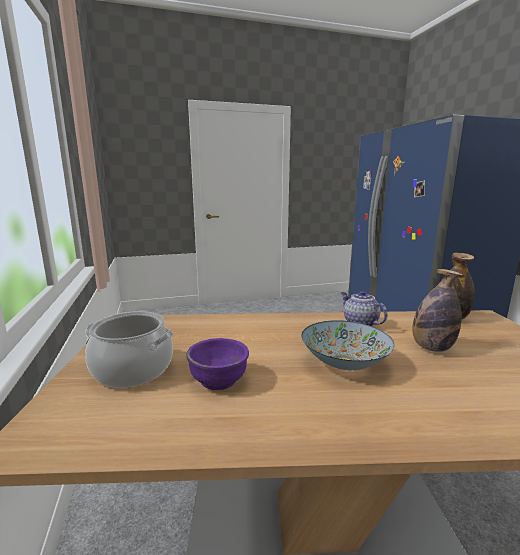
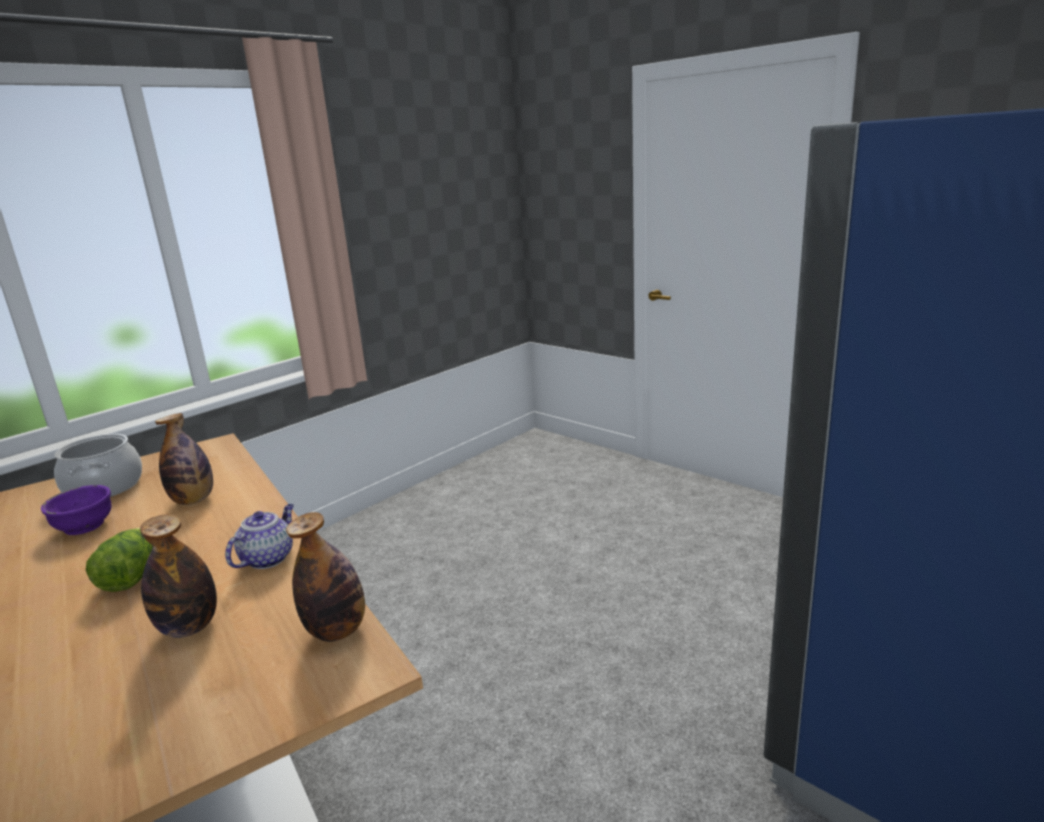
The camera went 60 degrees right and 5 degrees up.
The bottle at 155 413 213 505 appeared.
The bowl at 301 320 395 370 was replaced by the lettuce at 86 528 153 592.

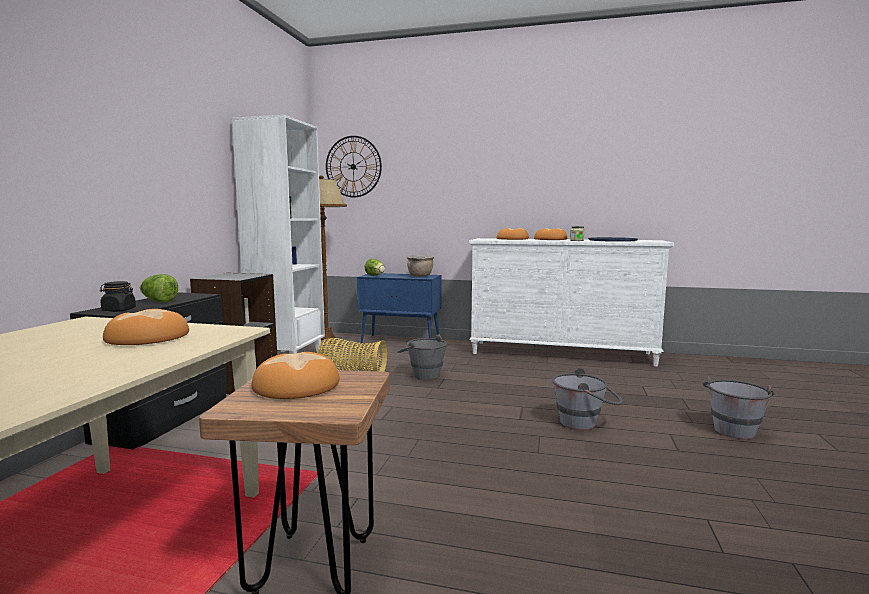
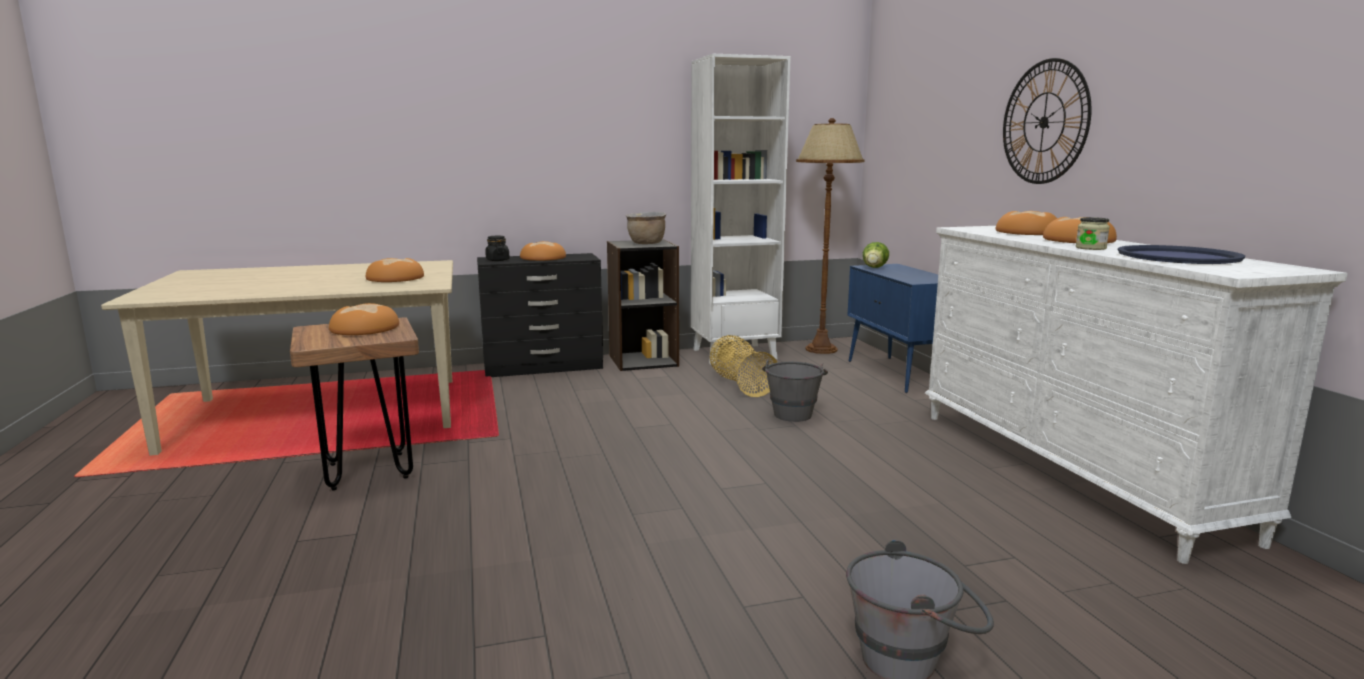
The camera went 60 degrees right and 5 degrees up.
The bucket in grey at 552 368 623 430 disappeared.
The wall clock moved from 326 136 382 197 to 1003 58 1092 184.
The cooking pot in brown moved from 407 255 434 277 to 626 212 666 244.
The lettuce at 140 274 178 302 was replaced by the bread at 520 241 566 261.

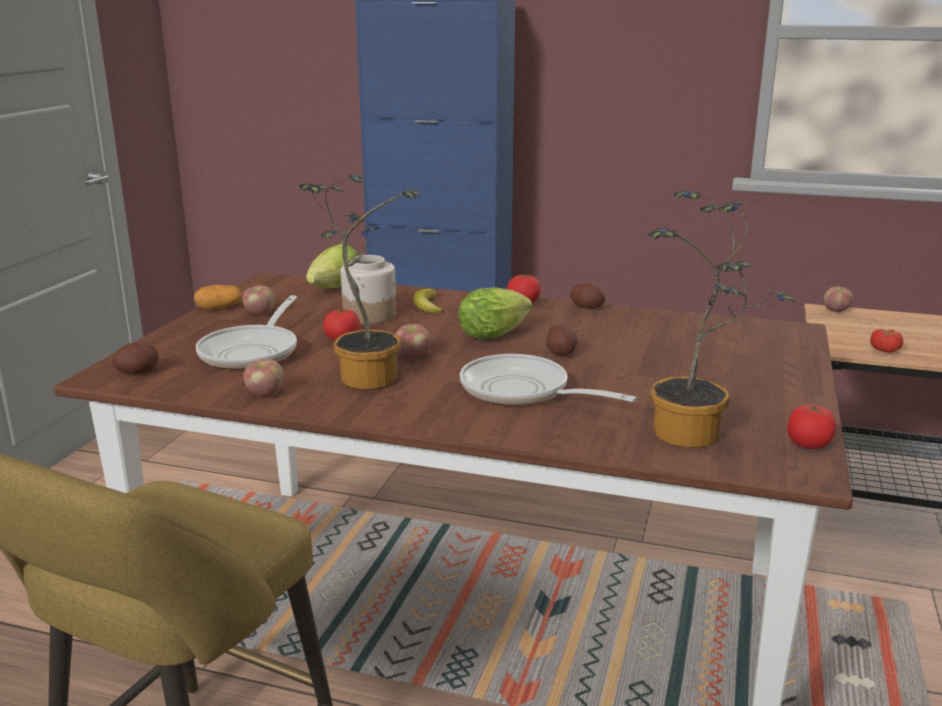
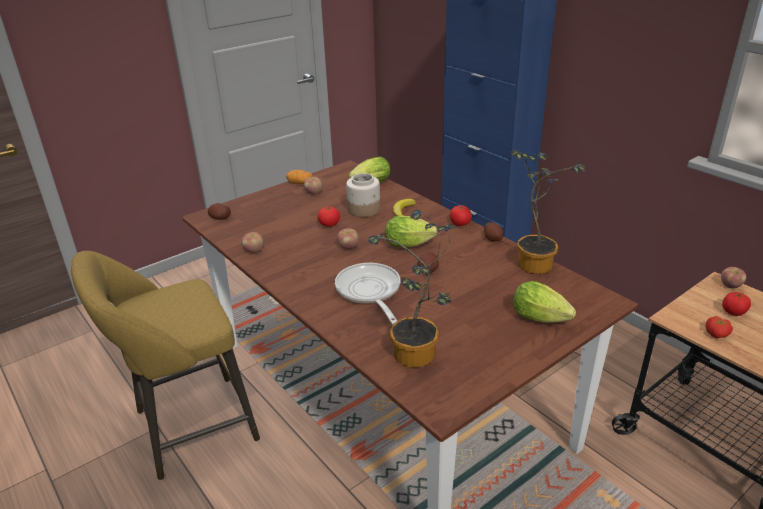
The camera went 35 degrees right and 10 degrees up.
The frying pan at 196 295 297 370 disappeared.
The lettuce at 513 281 576 323 appeared.
The potted plant moved from 299 174 422 390 to 511 150 586 274.
The tomato moved from 787 404 836 449 to 722 292 751 316.

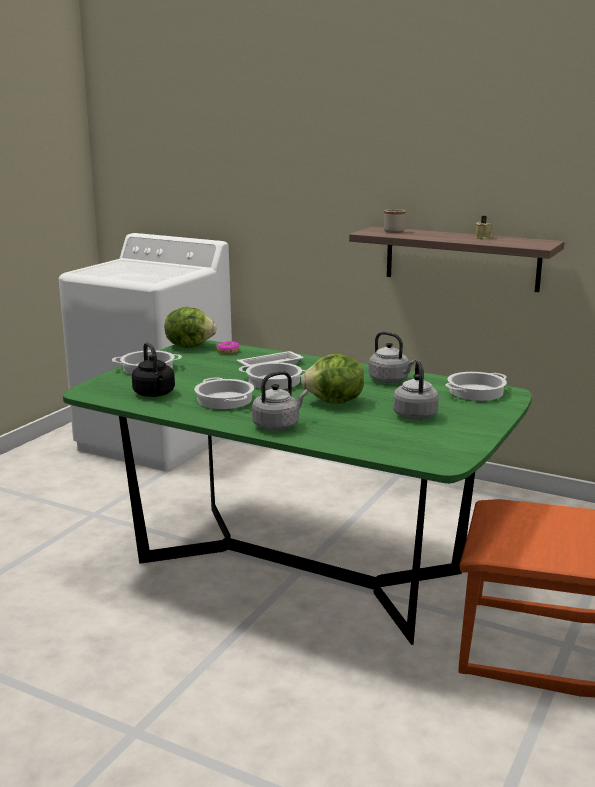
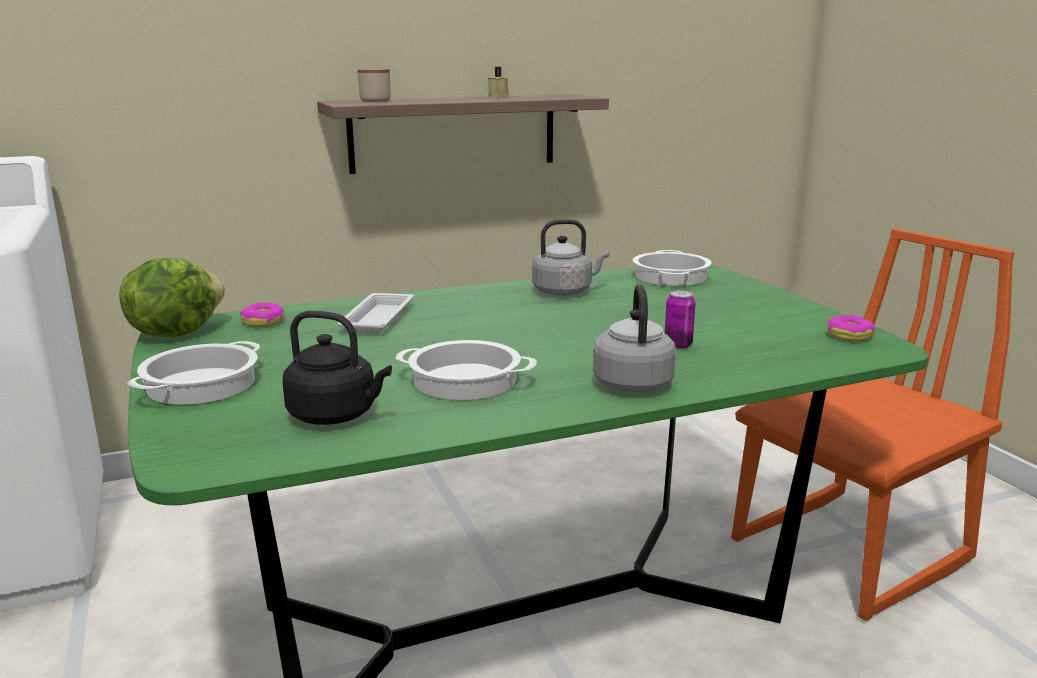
The camera went 50 degrees left and 0 degrees up.
The cooking pot at 239 362 306 390 disappeared.
The lettuce at 301 354 364 404 disappeared.
The kettle in grey at 393 361 439 420 disappeared.
The can at 665 290 696 349 appeared.
The donut at 827 315 875 341 appeared.

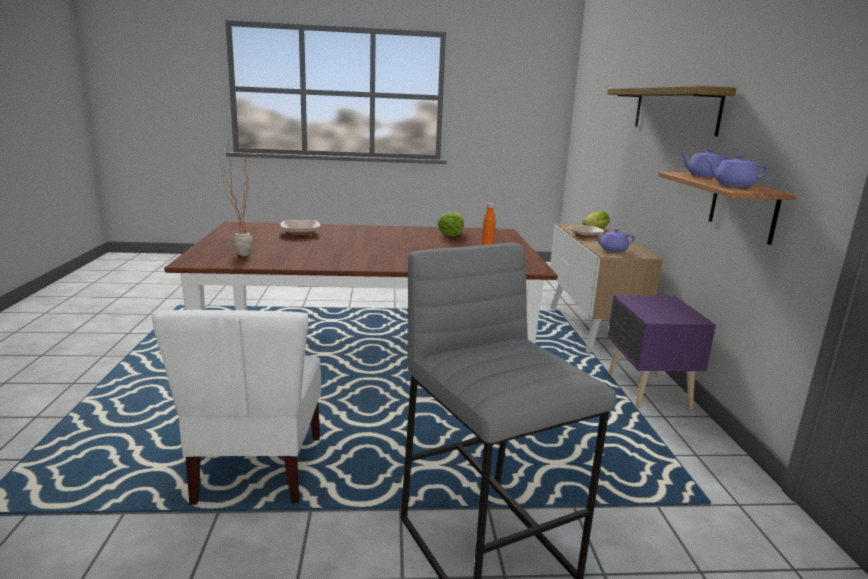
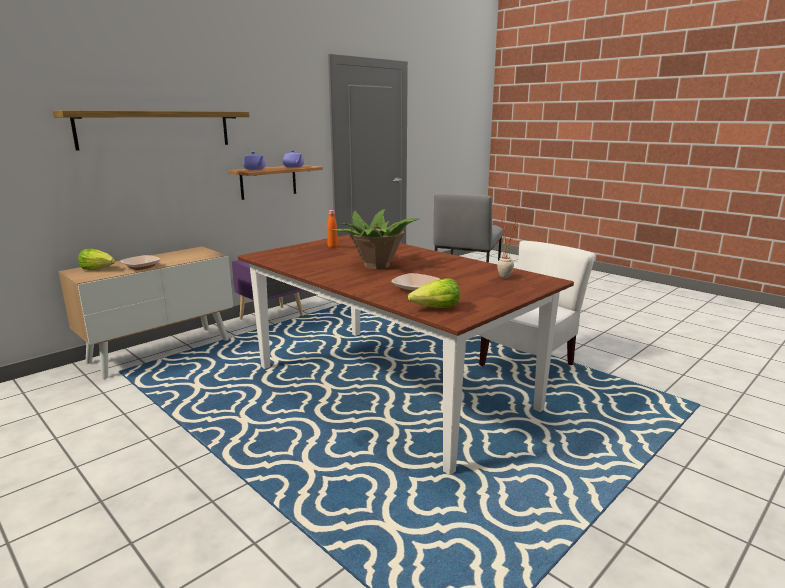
The camera went 130 degrees left and 0 degrees up.
The teapot in purple at 594 229 635 252 disappeared.
The potted plant at 329 209 419 269 appeared.
The lettuce moved from 437 212 464 237 to 408 278 460 308.

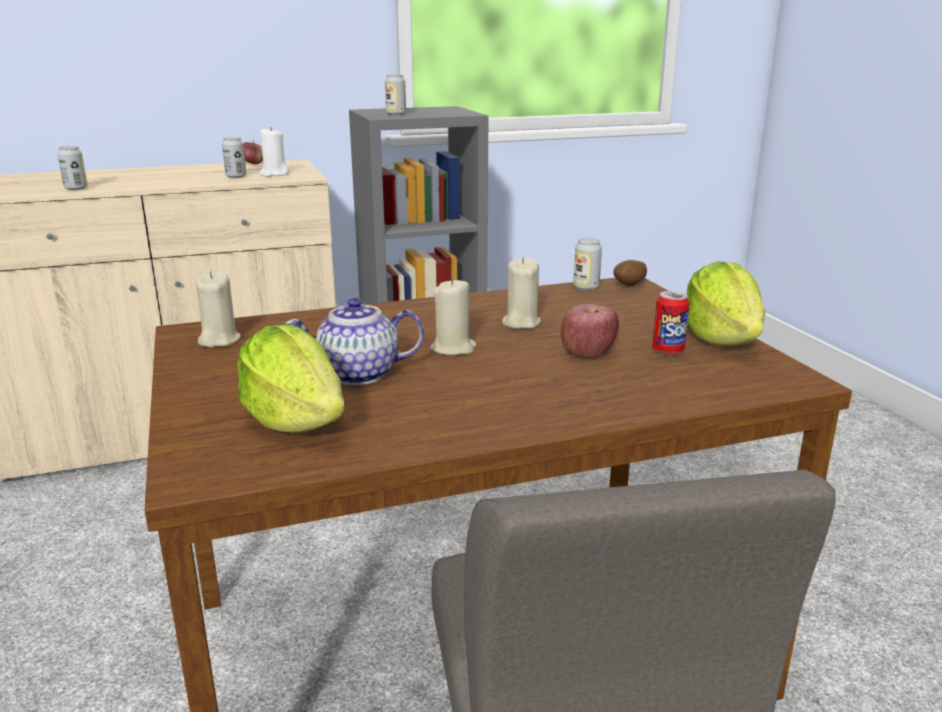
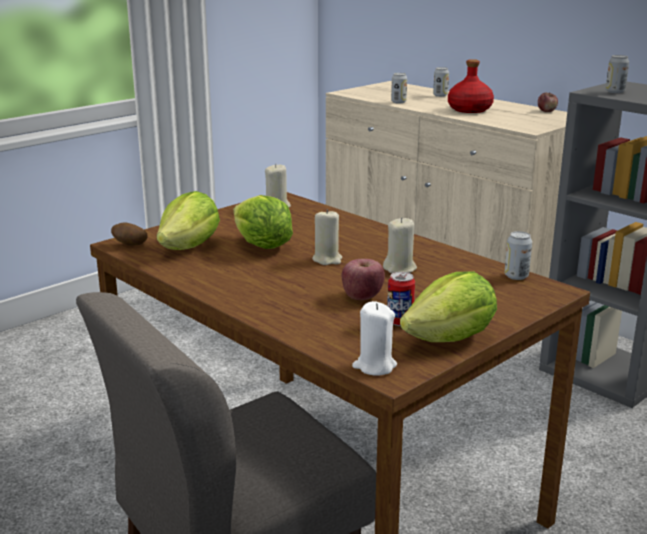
The camera went 65 degrees right and 0 degrees up.
The bottle in red at 448 59 494 113 appeared.
The can moved from 222 137 246 178 to 433 67 449 97.
The candle in white moved from 260 127 289 177 to 352 301 397 376.
The potato moved from 613 260 647 286 to 111 223 148 246.
The teapot at 284 298 424 385 was replaced by the lettuce at 234 195 293 249.

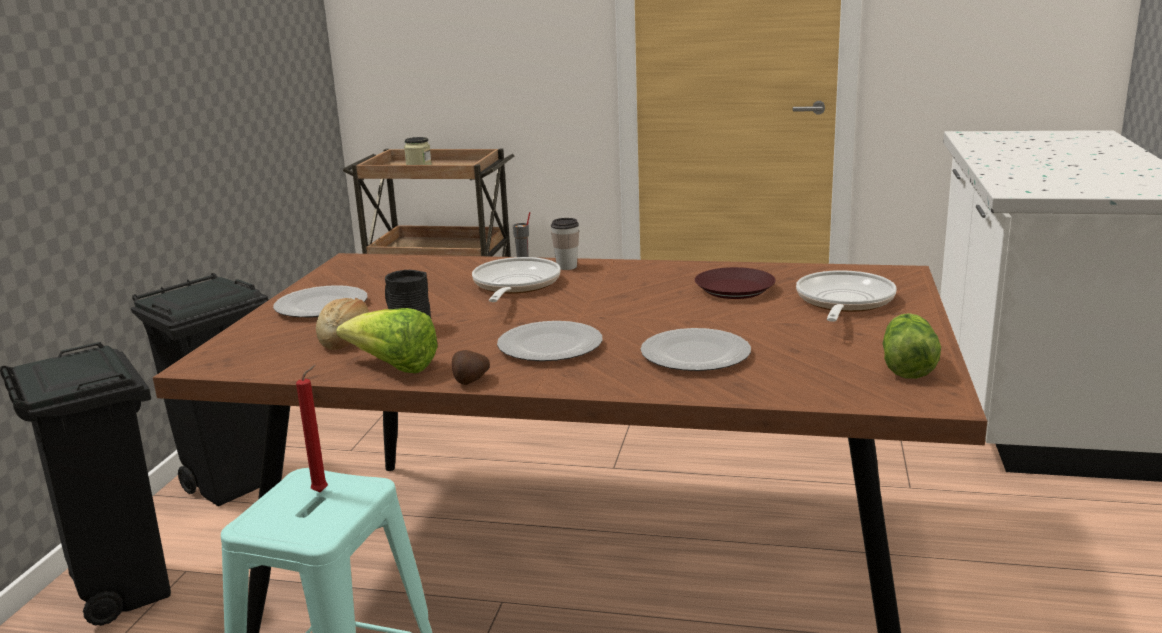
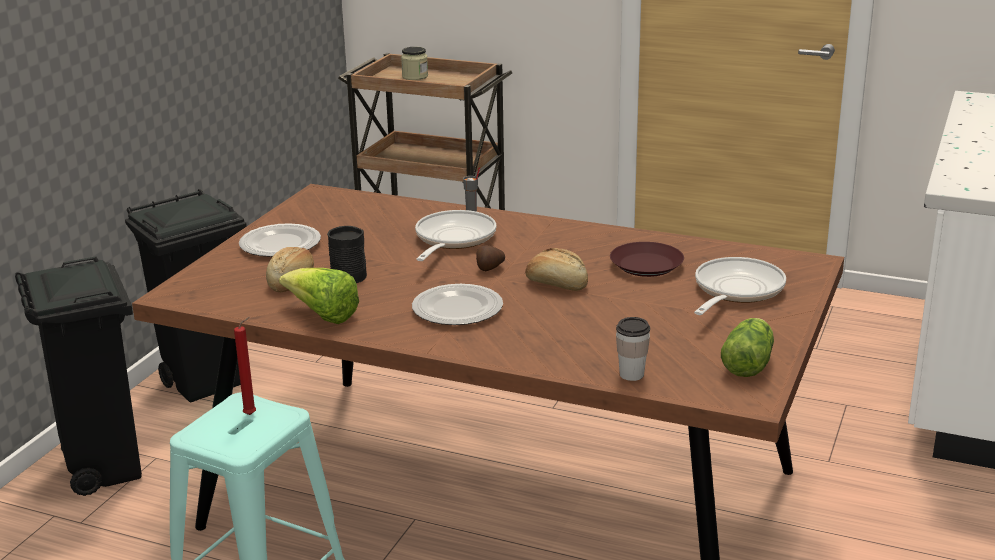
The camera went 10 degrees right and 5 degrees up.
The plate at 641 328 751 371 disappeared.
The bread at 525 248 588 291 appeared.
The potato moved from 452 350 490 385 to 476 245 505 271.
The cup moved from 551 218 579 270 to 616 317 650 381.

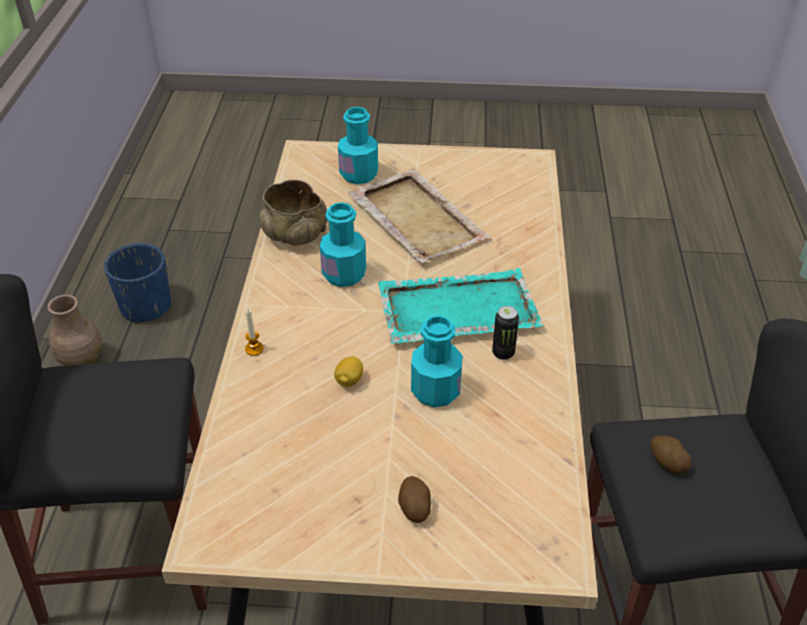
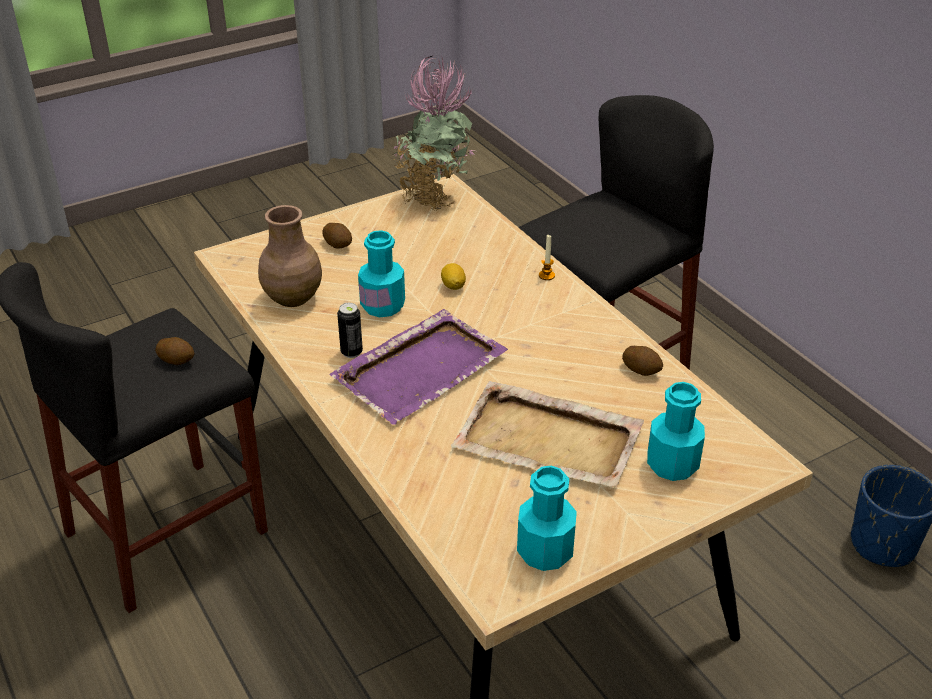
The camera went 145 degrees right and 5 degrees down.
The potted plant at 392 55 474 211 appeared.
The vase in brown moved from 48 295 102 366 to 258 205 322 307.
The bottle in turquoise moved from 320 202 366 287 to 517 466 577 571.
The bowl in beige at 259 180 327 246 was replaced by the potato at 622 346 663 376.
The tray in turquoise at 378 268 543 344 became the tray in purple at 330 309 508 425.

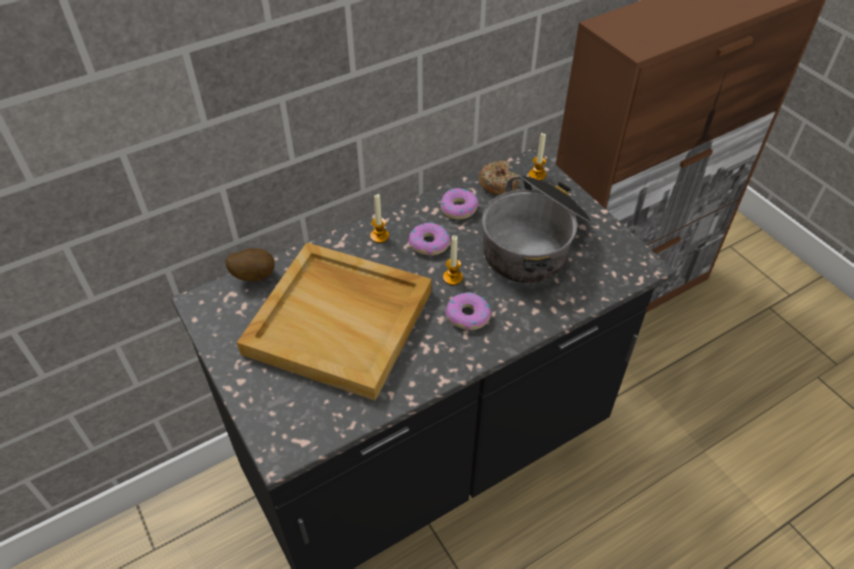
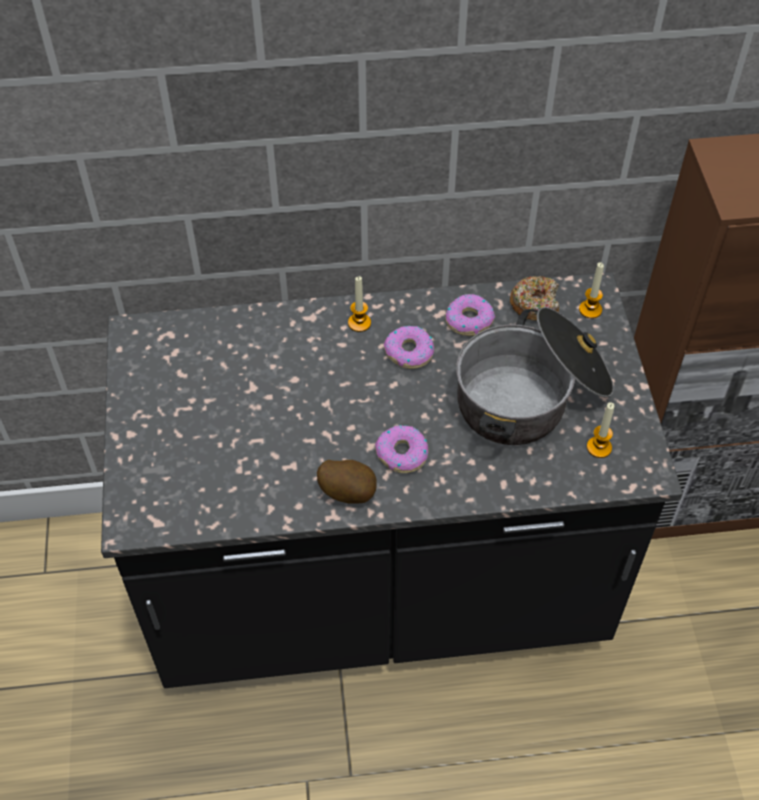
The camera went 25 degrees right and 5 degrees up.
The tray in beige at 237 242 431 401 disappeared.
The potato moved from 226 248 275 281 to 317 460 377 504.
The candle moved from 443 235 463 285 to 587 402 614 458.

